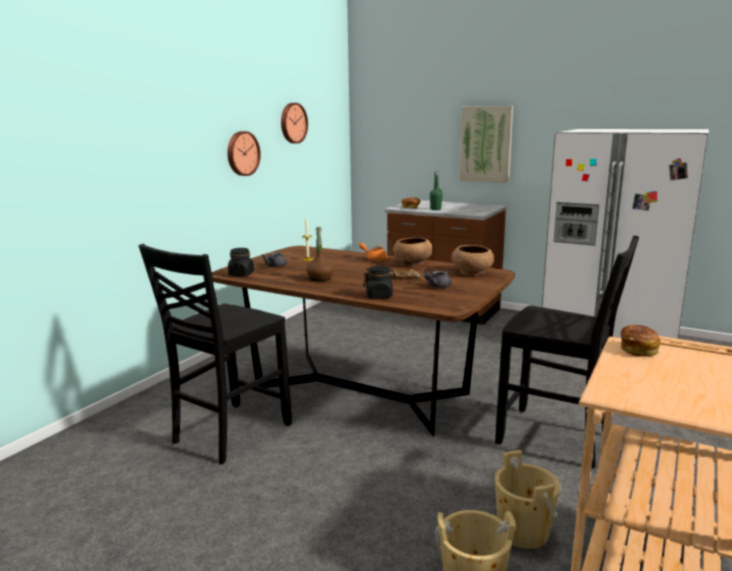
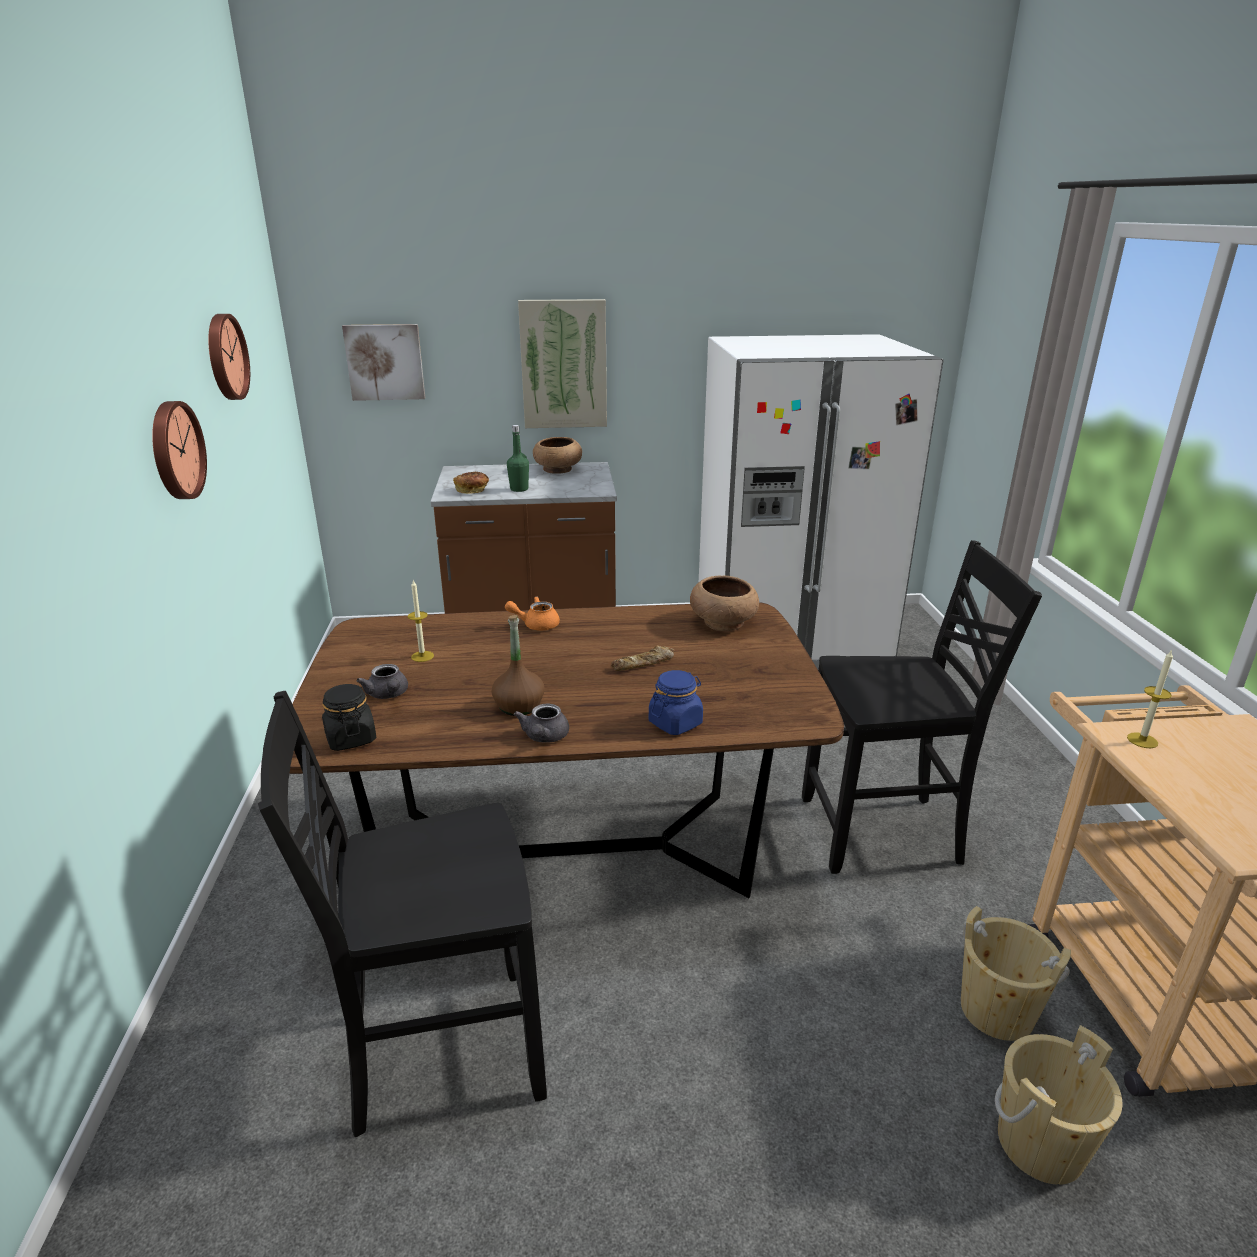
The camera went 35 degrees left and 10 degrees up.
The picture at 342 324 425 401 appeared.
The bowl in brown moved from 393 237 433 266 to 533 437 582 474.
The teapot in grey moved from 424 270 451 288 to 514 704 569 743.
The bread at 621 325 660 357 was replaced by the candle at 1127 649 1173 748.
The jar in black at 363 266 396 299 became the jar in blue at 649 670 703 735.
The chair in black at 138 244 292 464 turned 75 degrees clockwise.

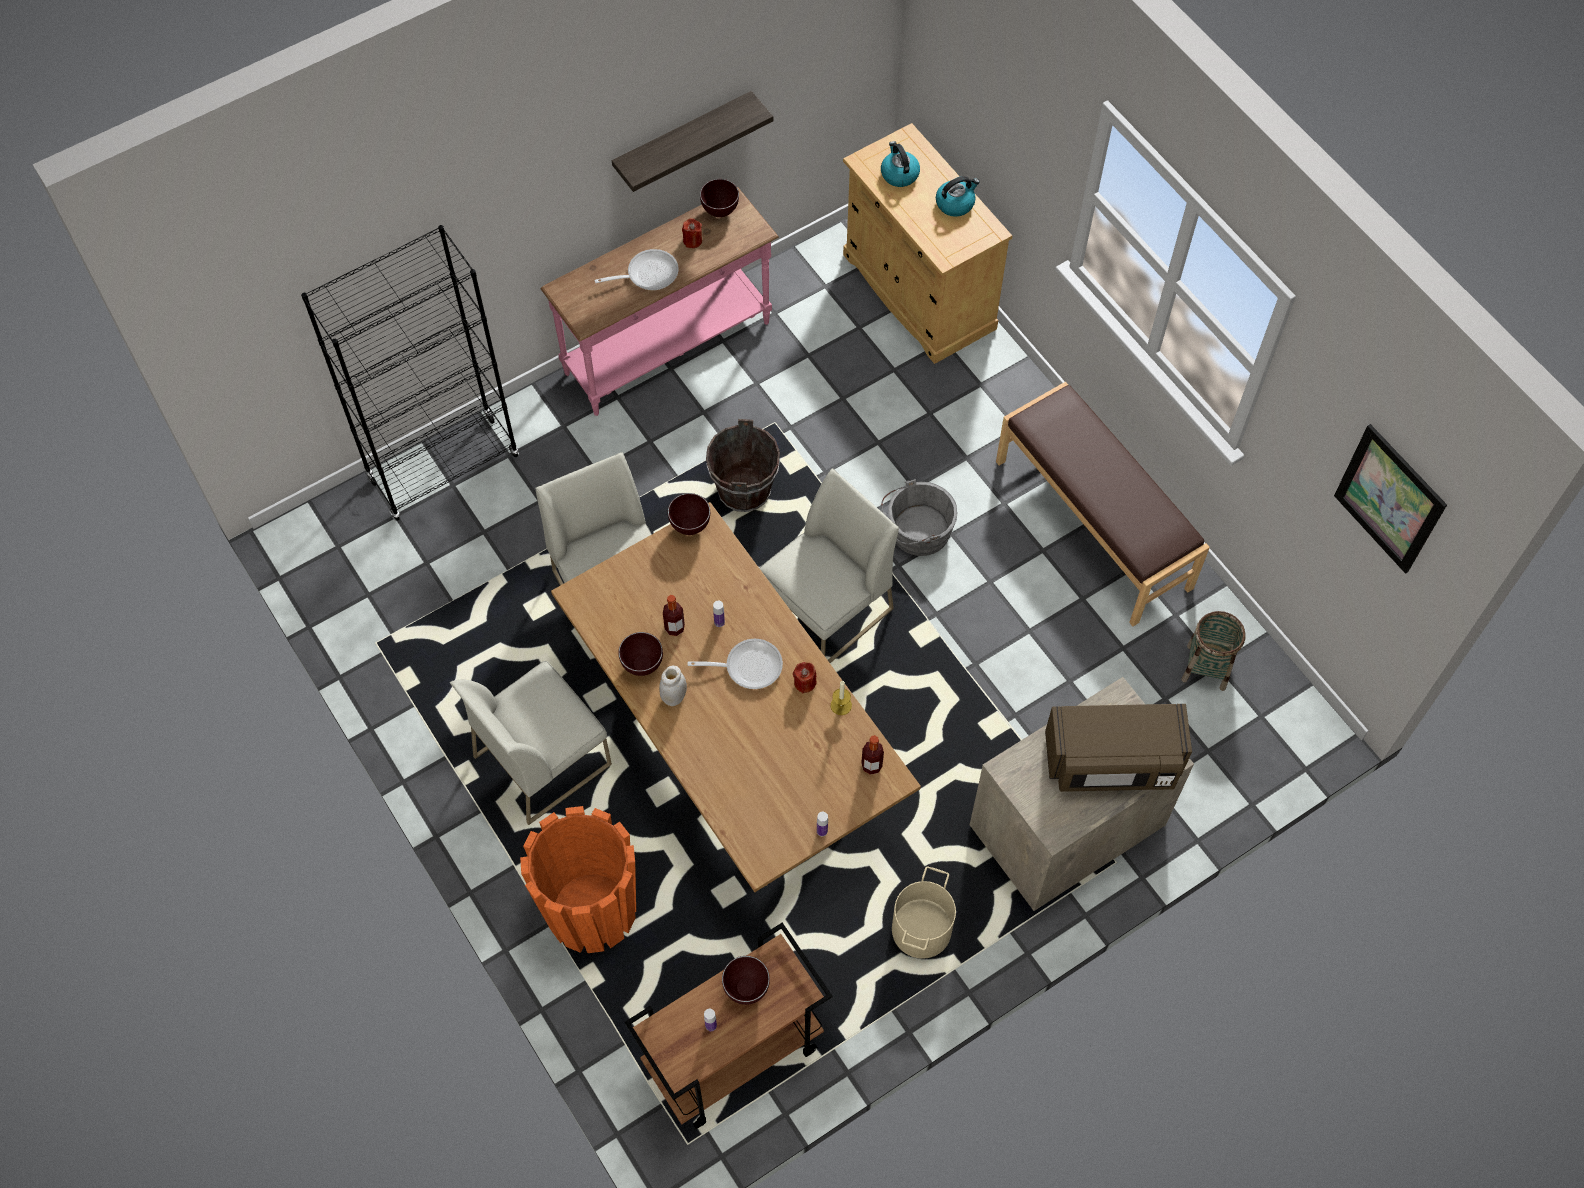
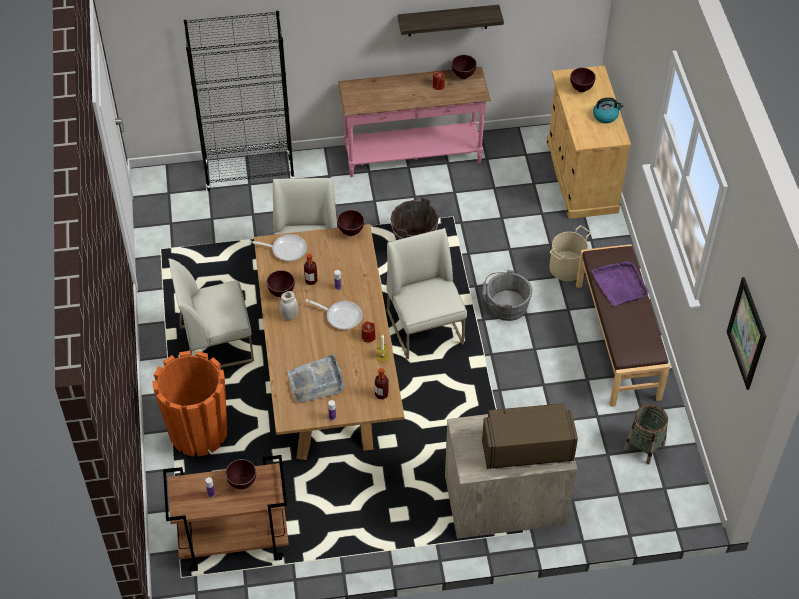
The camera went 25 degrees right and 10 degrees down.
The tray in grey at 287 354 344 402 appeared.
The tray in purple at 592 261 648 306 appeared.
The frying pan moved from 594 249 679 290 to 249 234 307 261.
The bucket in beige moved from 892 866 956 959 to 549 226 591 281.
The kettle at 881 141 920 187 was replaced by the bowl in brown at 570 68 596 92.
The chair in white at 760 468 899 663 turned 90 degrees counterclockwise.
The microwave in brown at 1045 704 1192 792 turned 150 degrees clockwise.

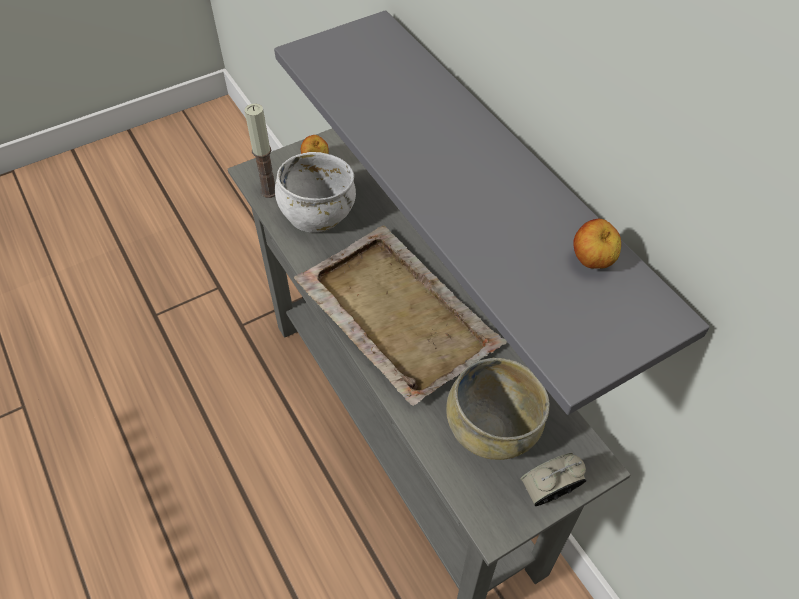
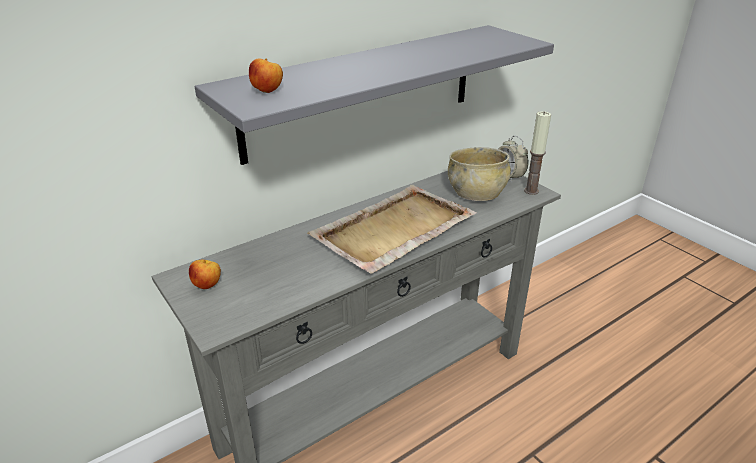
The camera went 95 degrees left and 20 degrees down.
The bowl in white at 275 152 356 233 disappeared.
The candle moved from 245 103 275 198 to 524 111 551 195.
The apple moved from 573 218 621 269 to 249 58 283 93.

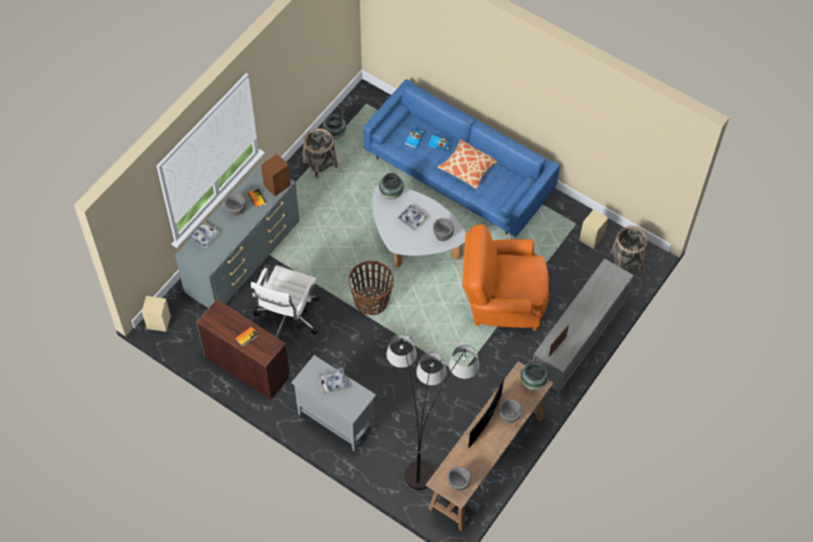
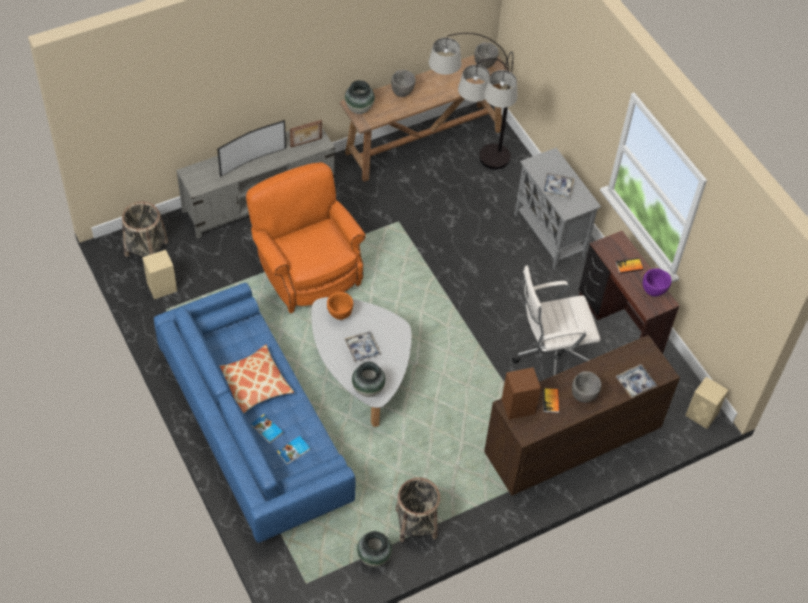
The camera went 155 degrees left and 5 degrees down.
The basket at 349 261 394 315 disappeared.
The bowl in purple at 643 268 672 297 appeared.
The television moved from 468 378 504 448 to 217 120 286 177.
The dresser in grey at 175 161 299 308 became the dresser in brown at 484 335 680 496.
The bowl in grey at 433 218 454 241 became the bowl in orange at 327 292 353 320.
The office chair in white at 251 265 320 339 turned 150 degrees counterclockwise.
The armchair in orange at 462 224 549 331 turned 150 degrees counterclockwise.

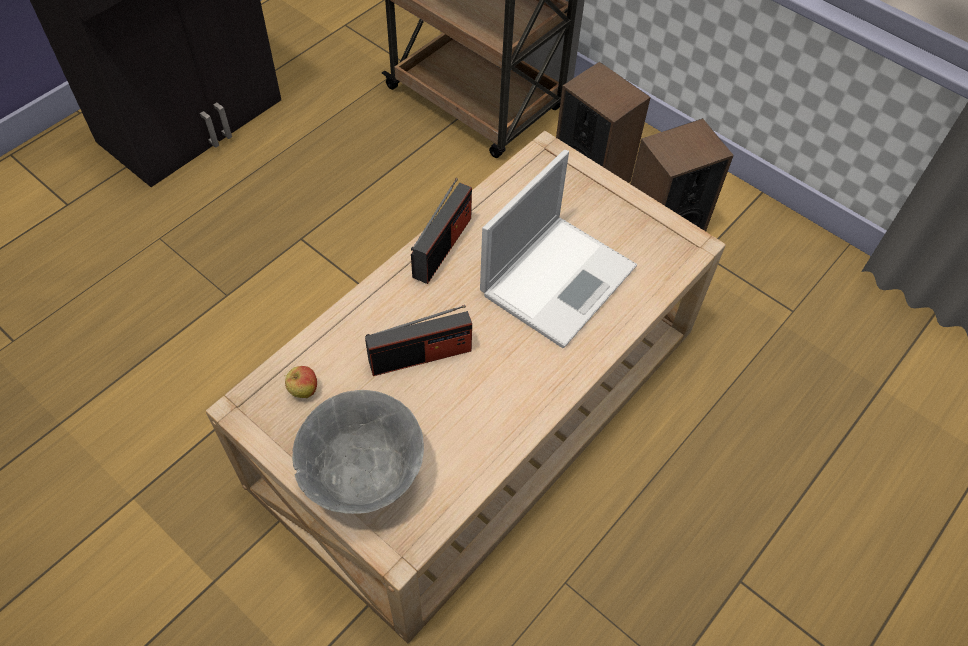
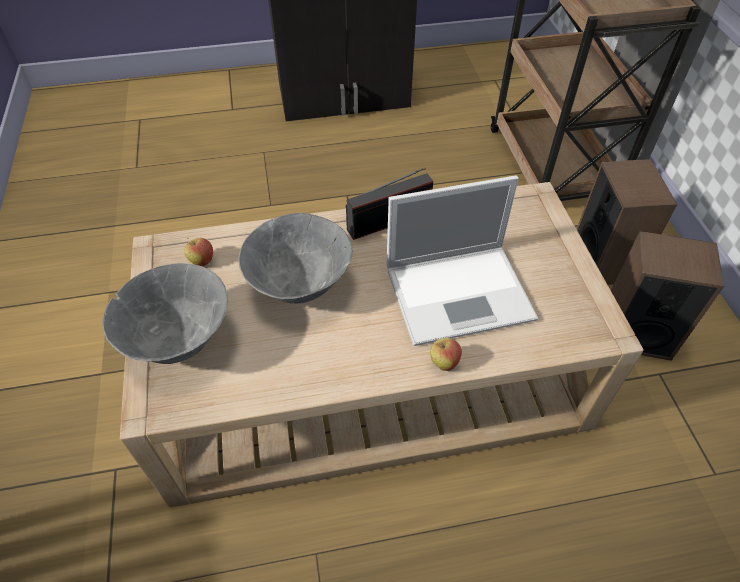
The camera went 40 degrees right and 5 degrees down.
The apple at 430 338 462 371 appeared.
The radio at 365 305 472 376 was replaced by the bowl in grey at 238 213 353 304.

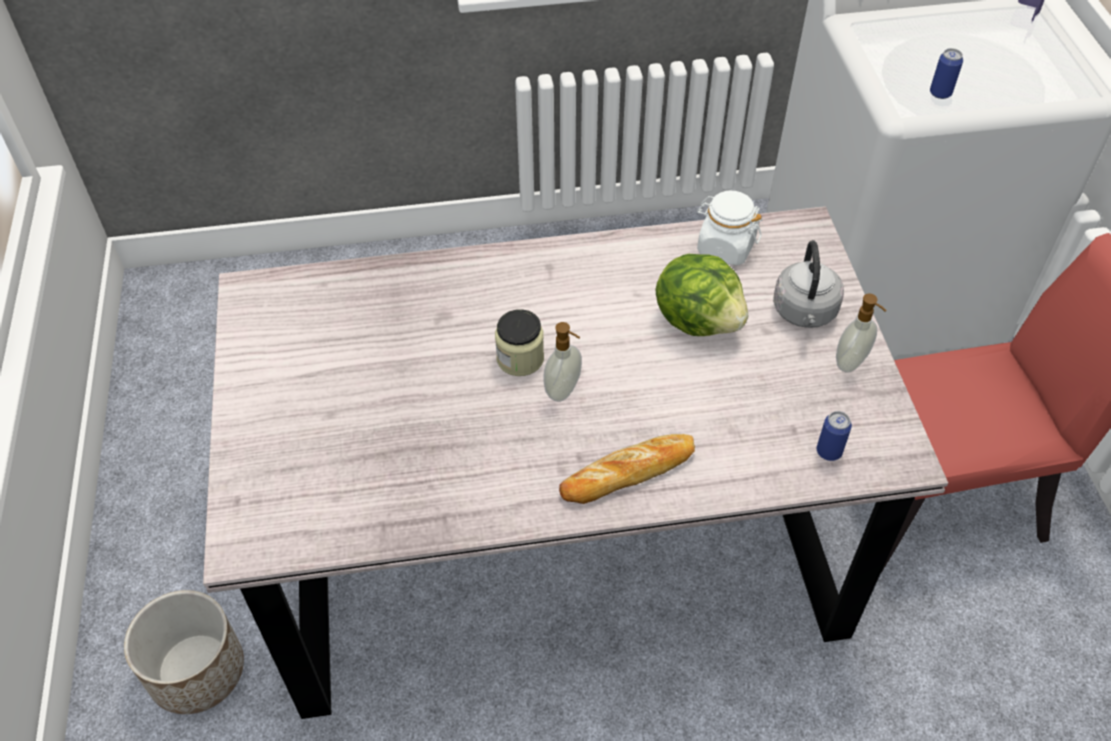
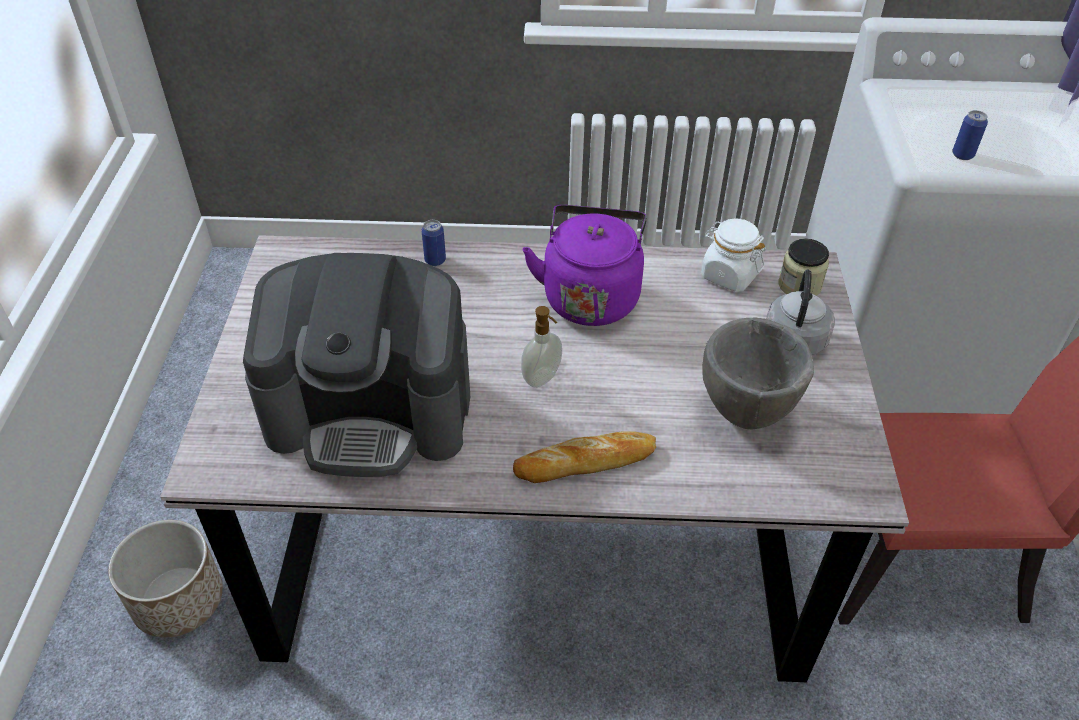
The camera went 10 degrees right and 5 degrees down.
The lettuce at 655 254 748 336 disappeared.
The soap dispenser at 836 293 886 373 disappeared.
The coffee machine at 243 253 470 477 appeared.
The kettle in purple at 523 205 647 326 appeared.
The bowl in grey at 702 317 814 429 appeared.
The jar moved from 495 309 544 376 to 778 239 829 296.
The can moved from 817 411 852 461 to 422 220 446 266.

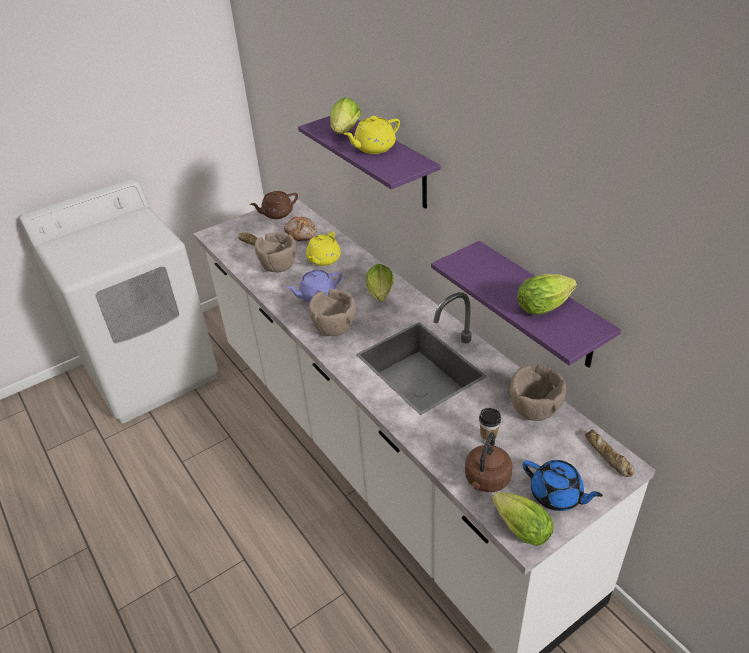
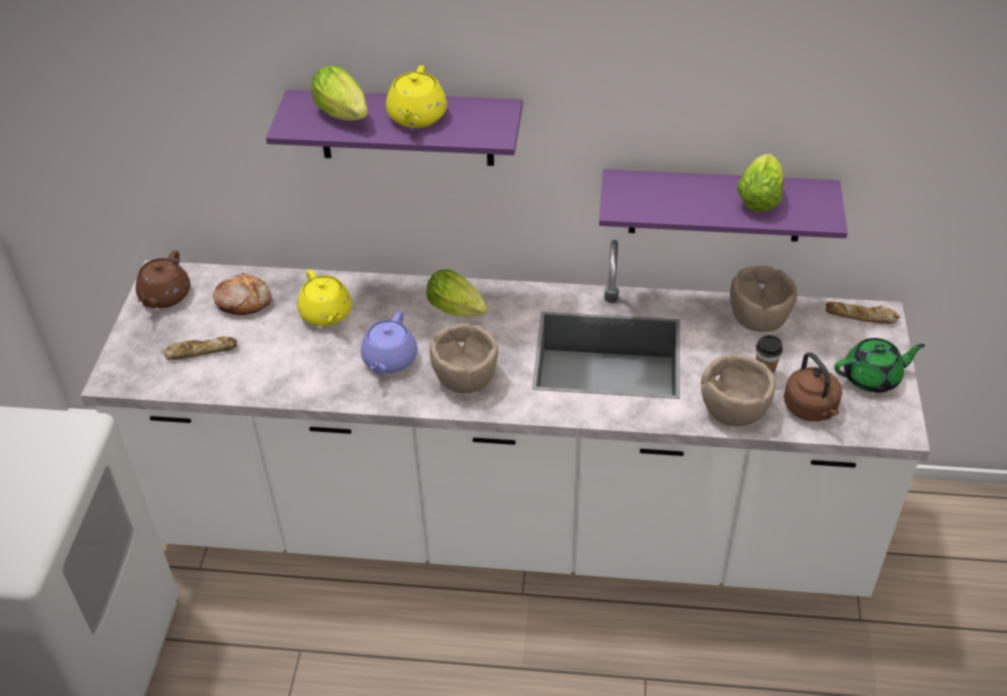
The camera went 50 degrees left and 5 degrees up.
The lettuce at 492 492 553 546 disappeared.
The bowl in brown moved from 255 232 297 272 to 701 354 775 426.
The teapot in blue at 523 460 603 511 became the teapot in green at 834 338 925 393.

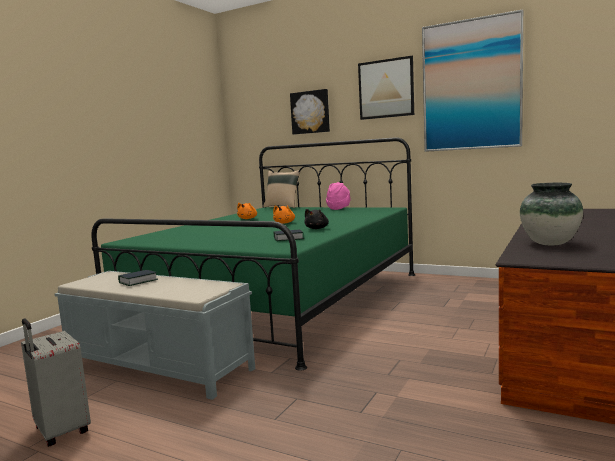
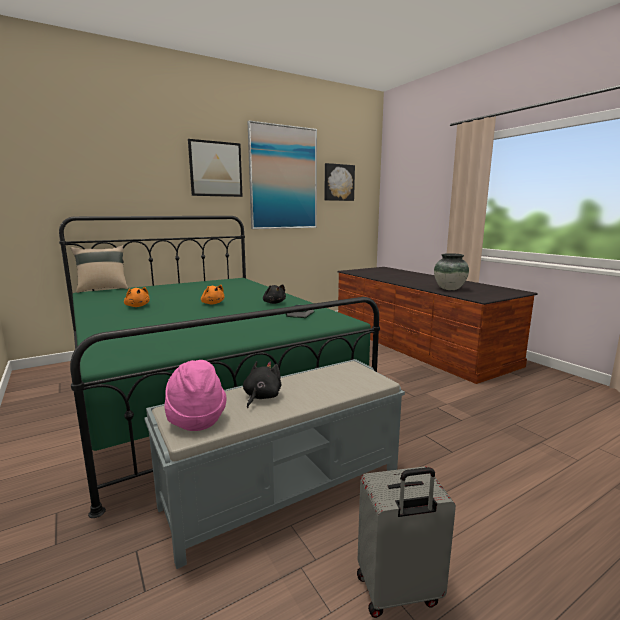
The camera went 60 degrees left and 5 degrees up.
The picture moved from 290 89 330 135 to 324 163 355 201.
The hat in pink moved from 326 182 350 210 to 164 360 226 431.
The book at 118 270 158 286 was replaced by the plush toy in black at 243 361 282 408.

